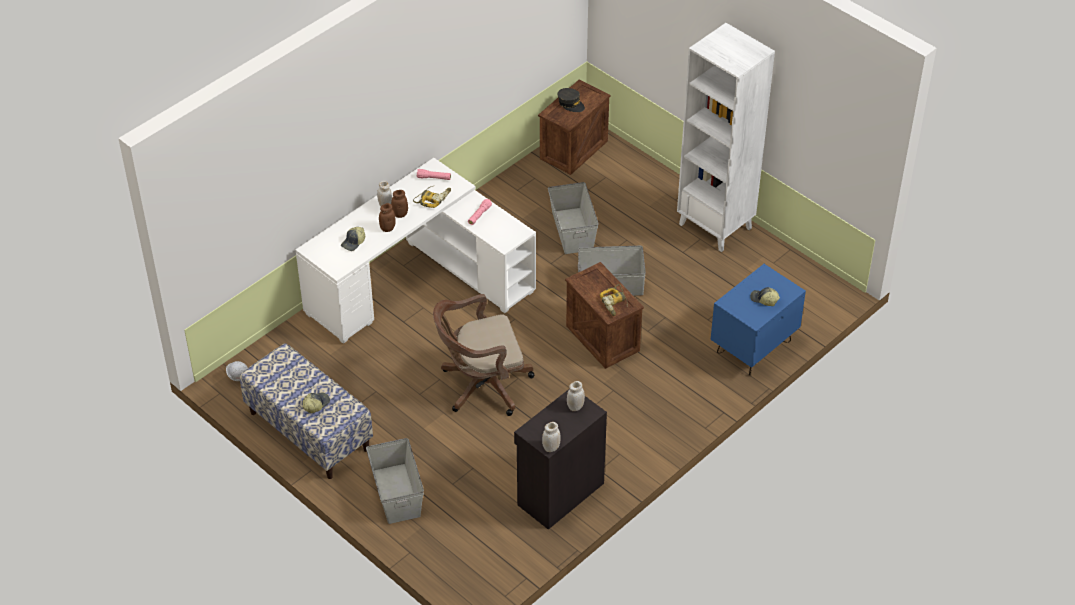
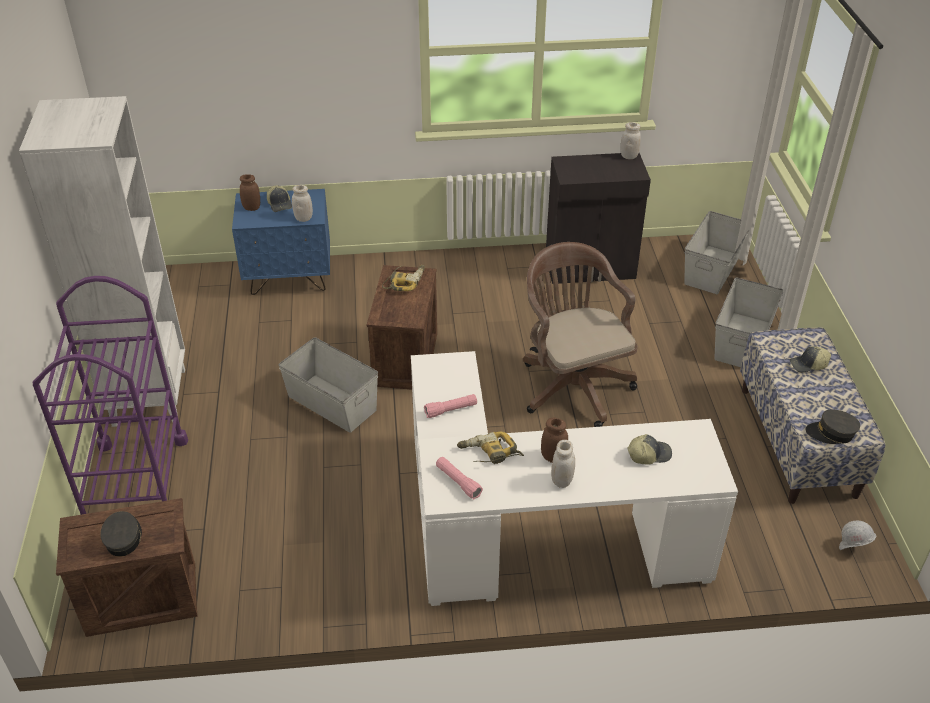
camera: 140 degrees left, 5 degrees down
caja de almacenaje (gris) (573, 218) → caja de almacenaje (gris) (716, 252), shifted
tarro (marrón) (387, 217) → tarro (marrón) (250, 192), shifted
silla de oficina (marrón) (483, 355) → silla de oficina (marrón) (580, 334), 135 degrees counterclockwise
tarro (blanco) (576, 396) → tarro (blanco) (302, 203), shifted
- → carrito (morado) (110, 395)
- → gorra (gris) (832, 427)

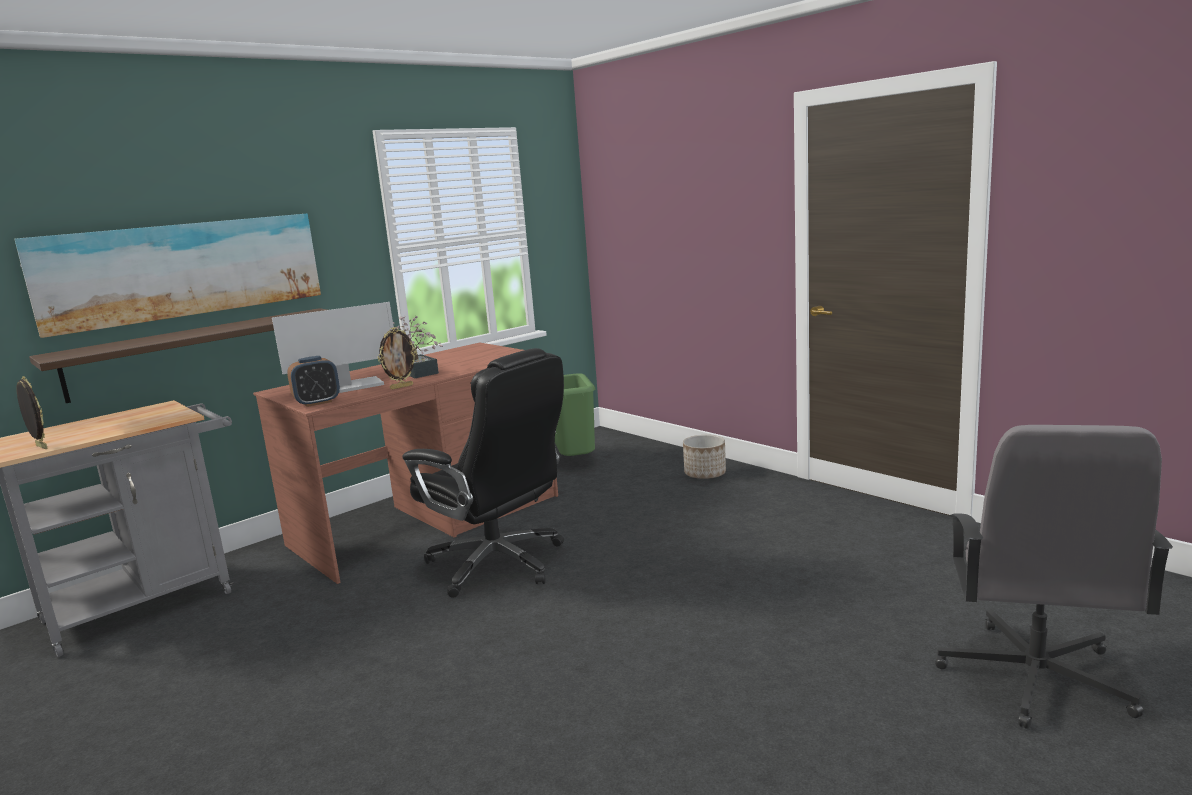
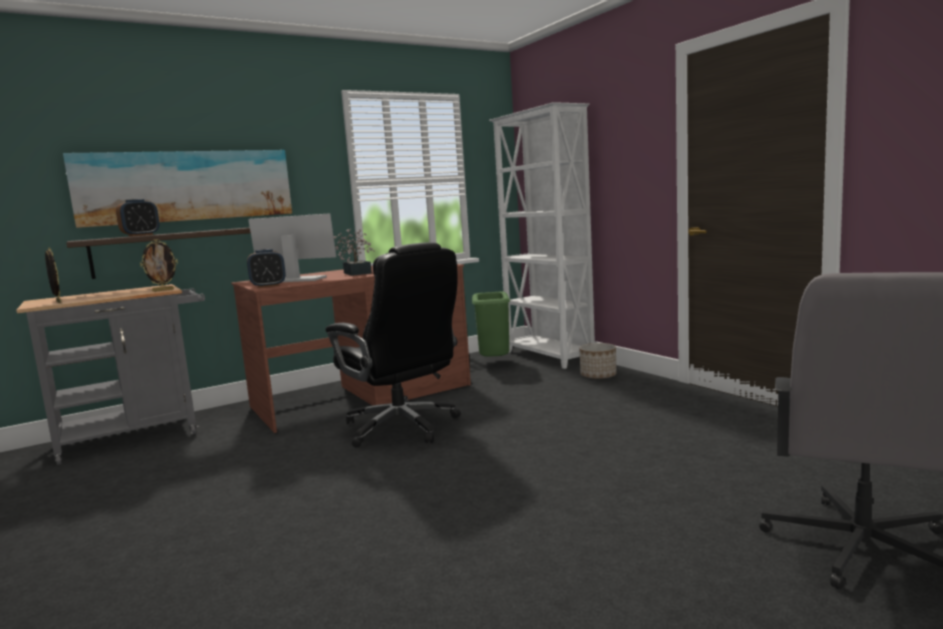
camera: 10 degrees right, 5 degrees down
monitor (333, 347) → monitor (292, 247), 150 degrees counterclockwise
portarretratos (397, 358) → portarretratos (159, 265), shifted
- → estantería (blanco) (542, 235)
- → despertador (138, 218)

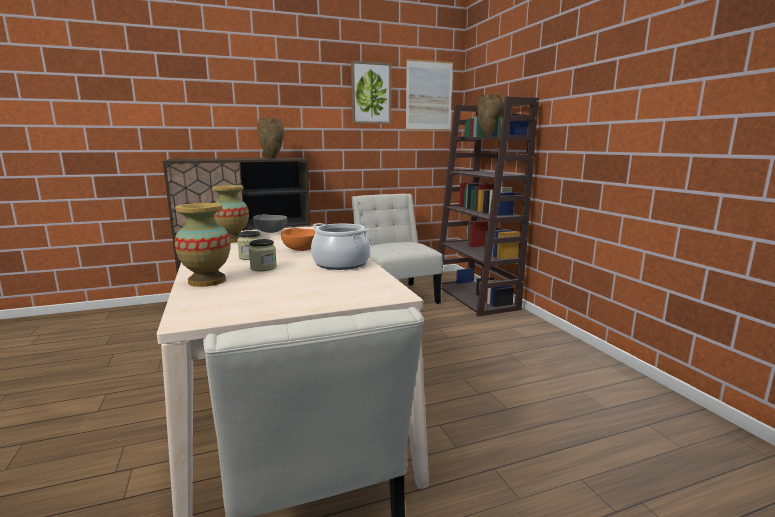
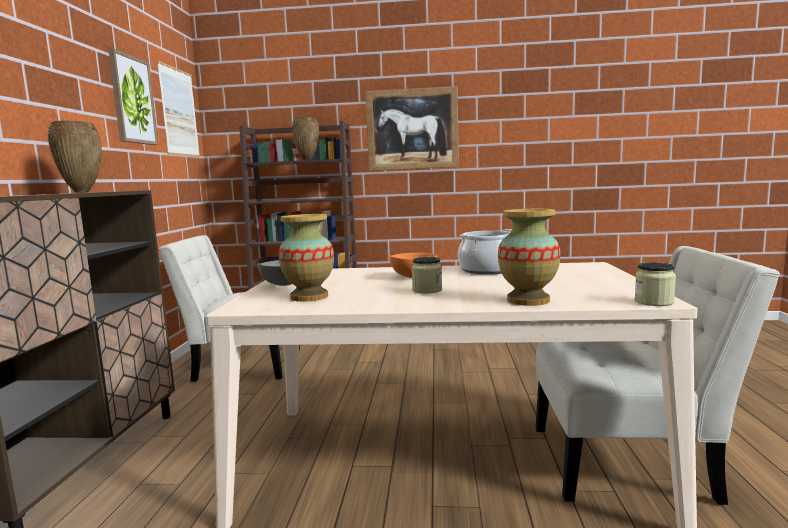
camera: 65 degrees left, 5 degrees down
tarro (263, 255) → tarro (655, 284), shifted
- → cuadro (412, 128)

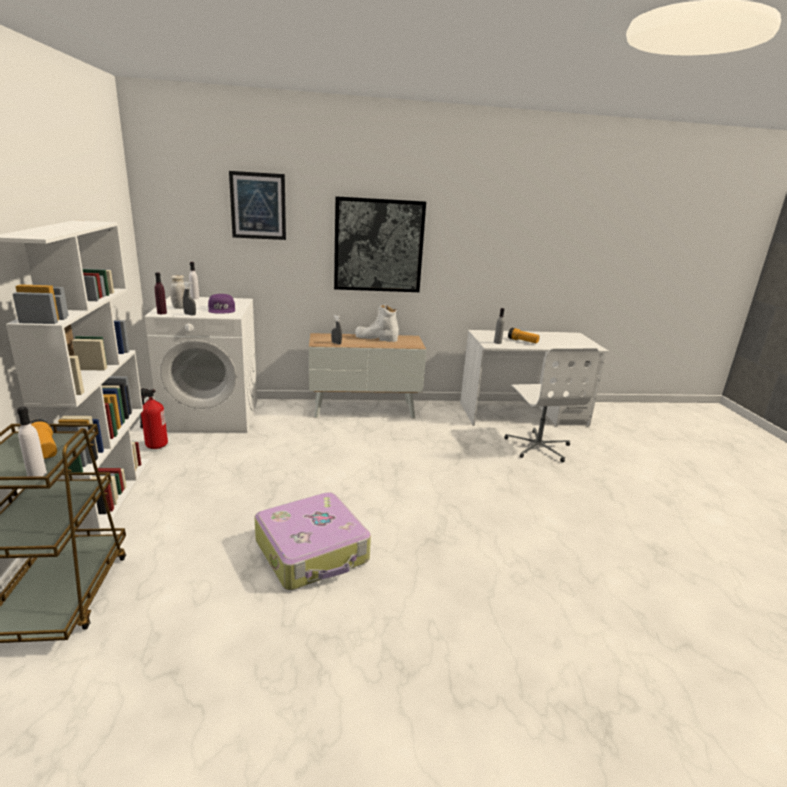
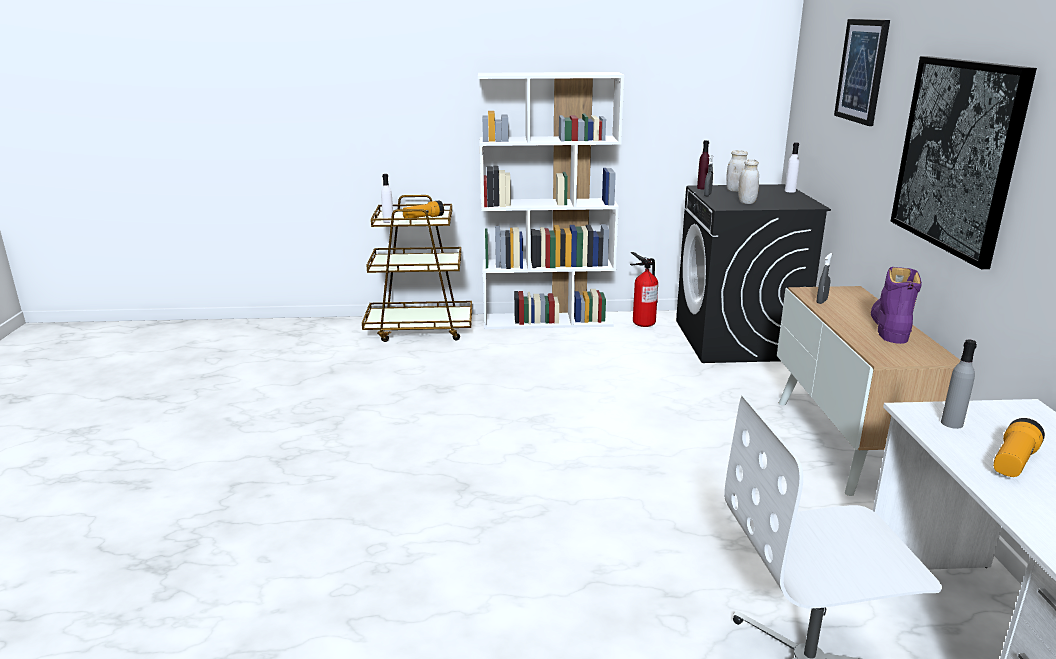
camera: 95 degrees right, 0 degrees up
gorra (morado) (221, 304) → tarro (blanco) (748, 182)
lavadora (blanco) (201, 364) → lavadora (negro) (753, 273)
bota (blanco) (377, 323) → bota (morado) (896, 305)
maleta (312, 541) → -

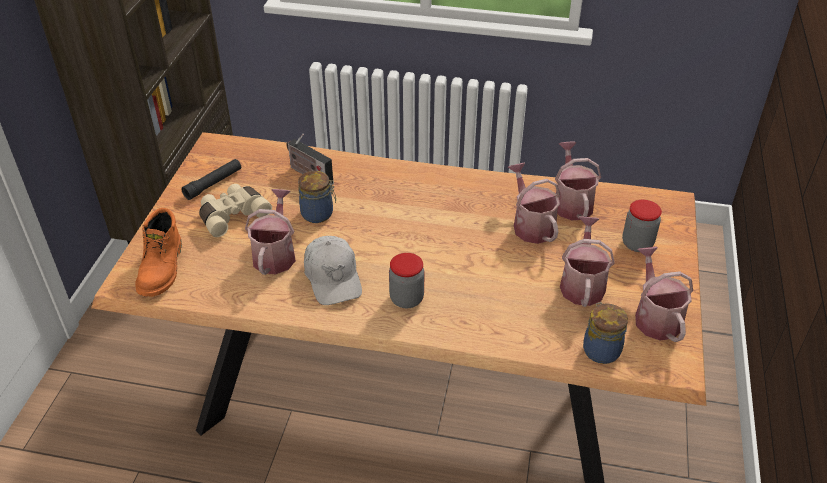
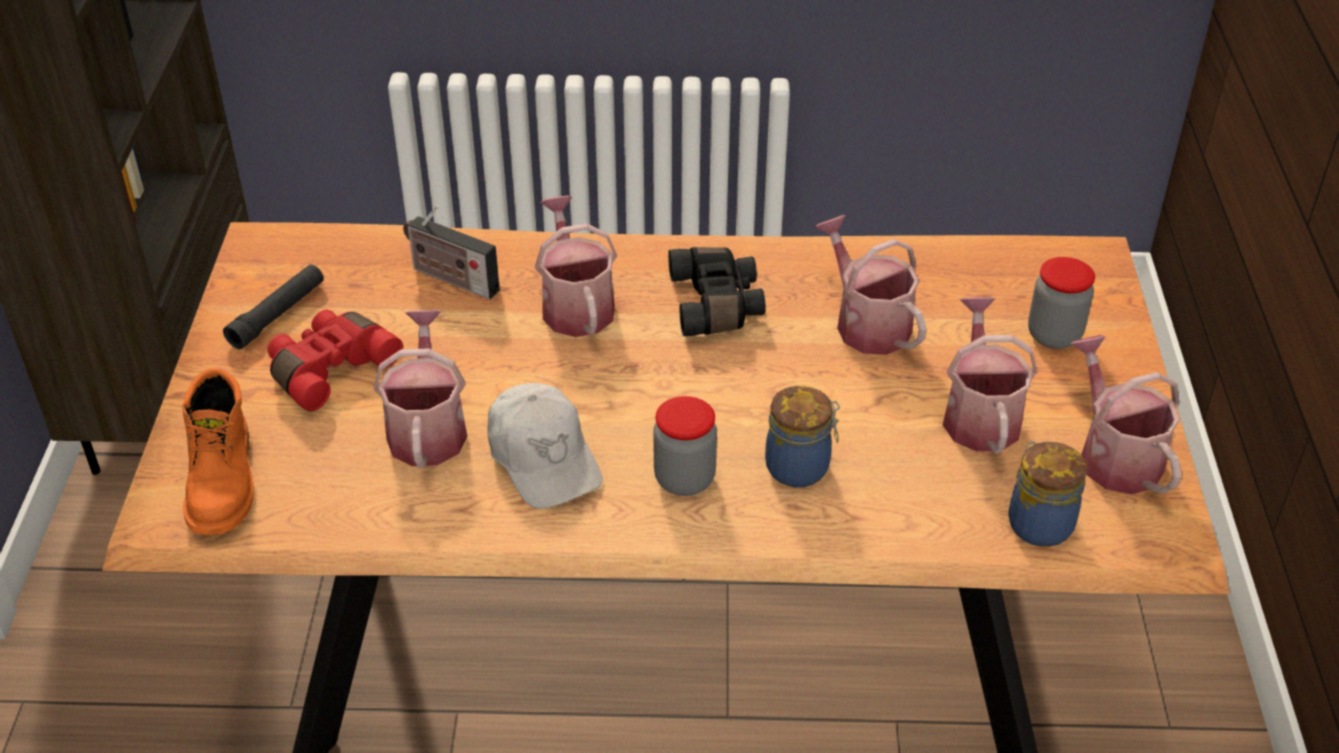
camera: 10 degrees left, 0 degrees up
regadera (578, 180) → regadera (576, 266), shifted
tarro (317, 197) → tarro (802, 437), shifted
prismáticos (beis) (235, 210) → prismáticos (rojo) (335, 361)
- → prismáticos (negro) (717, 291)

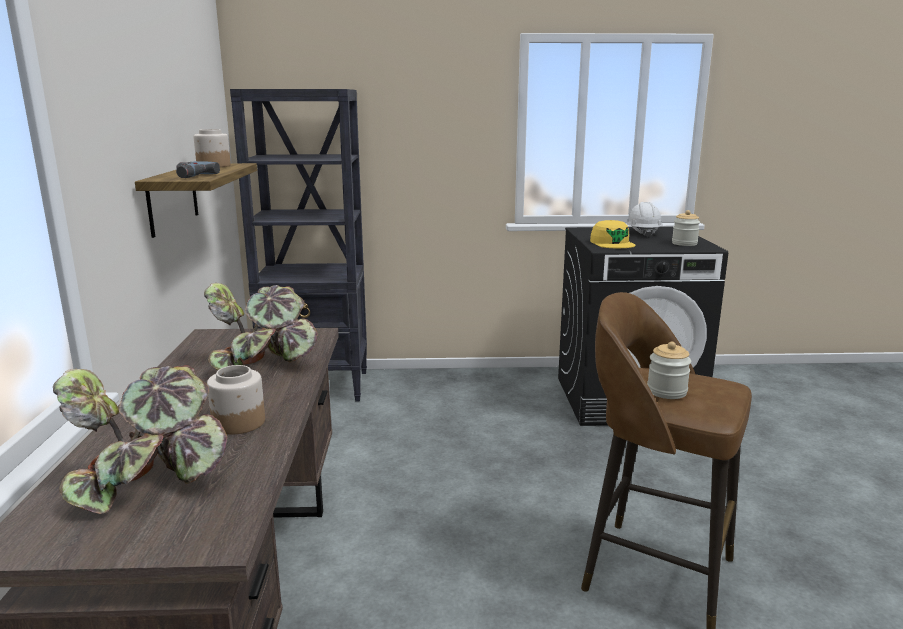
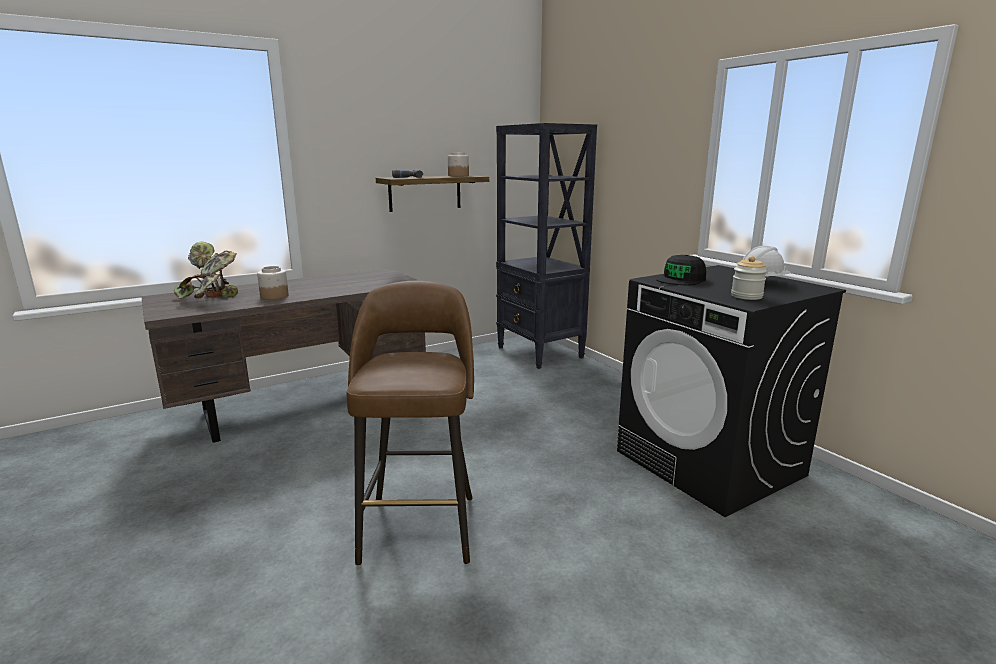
camera: 60 degrees right, 0 degrees up
gorra (amarillo) (612, 234) → gorra (negro) (681, 270)
planta en maceta (261, 326) → -
tarro (669, 370) → -

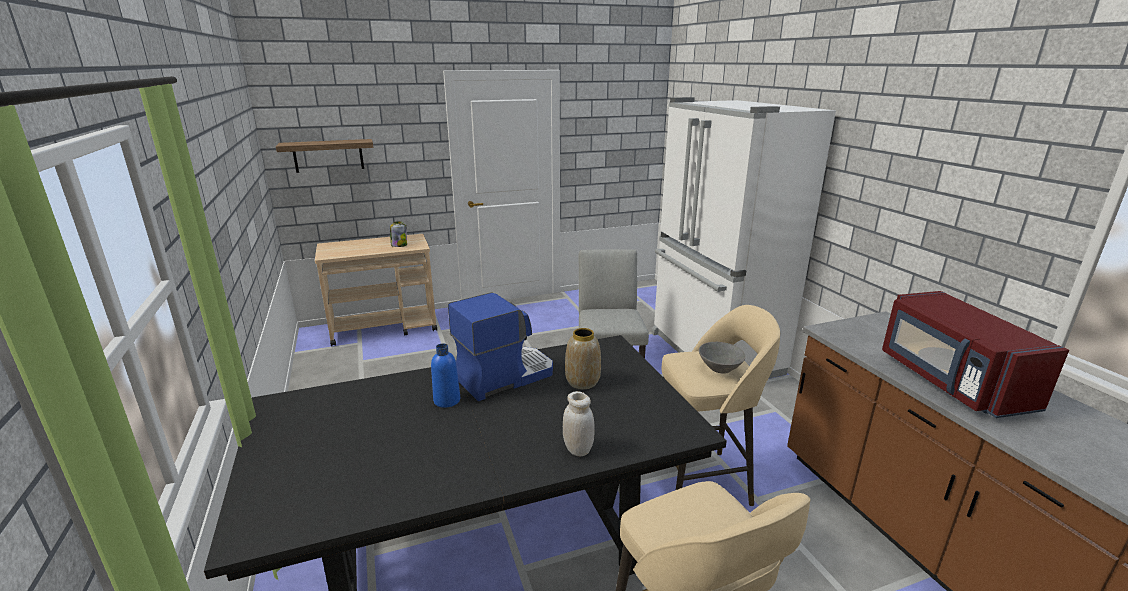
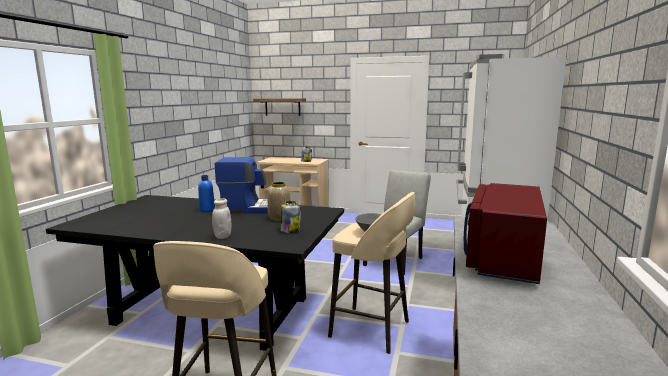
camera: 35 degrees right, 10 degrees down
- → tarro (290, 217)

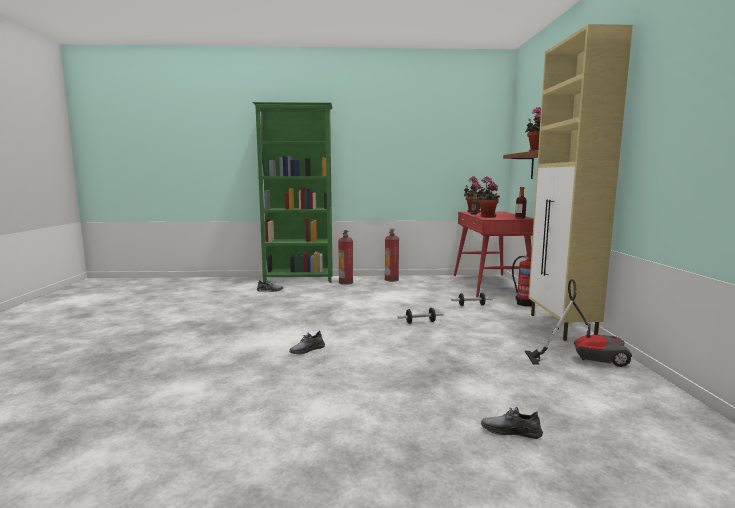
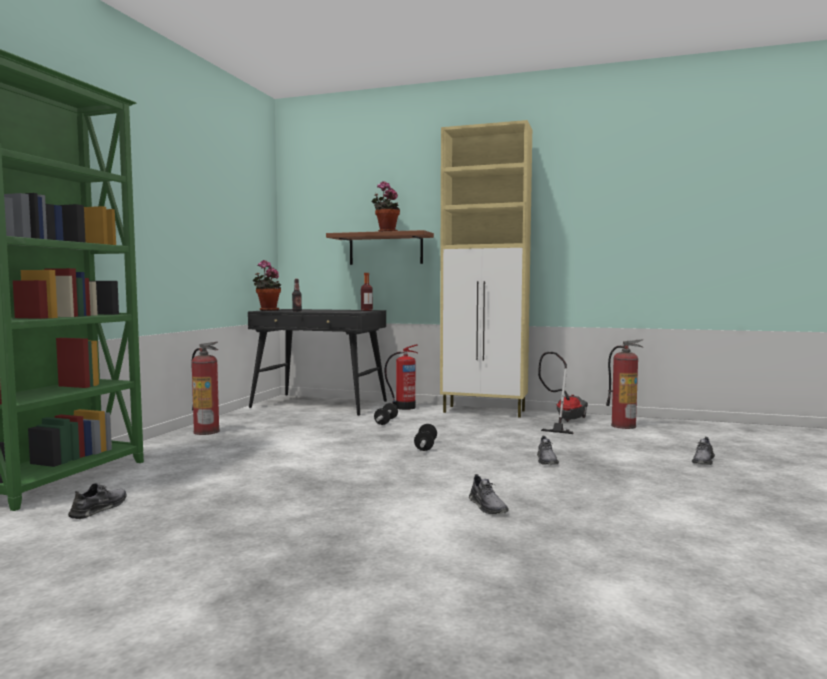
camera: 70 degrees left, 5 degrees down
planta en maceta (488, 197) → -
escritorio (rojo) (494, 255) → escritorio (negro) (317, 362)
extintor (345, 257) → extintor (625, 384), shifted
- → zapato (gris) (548, 450)

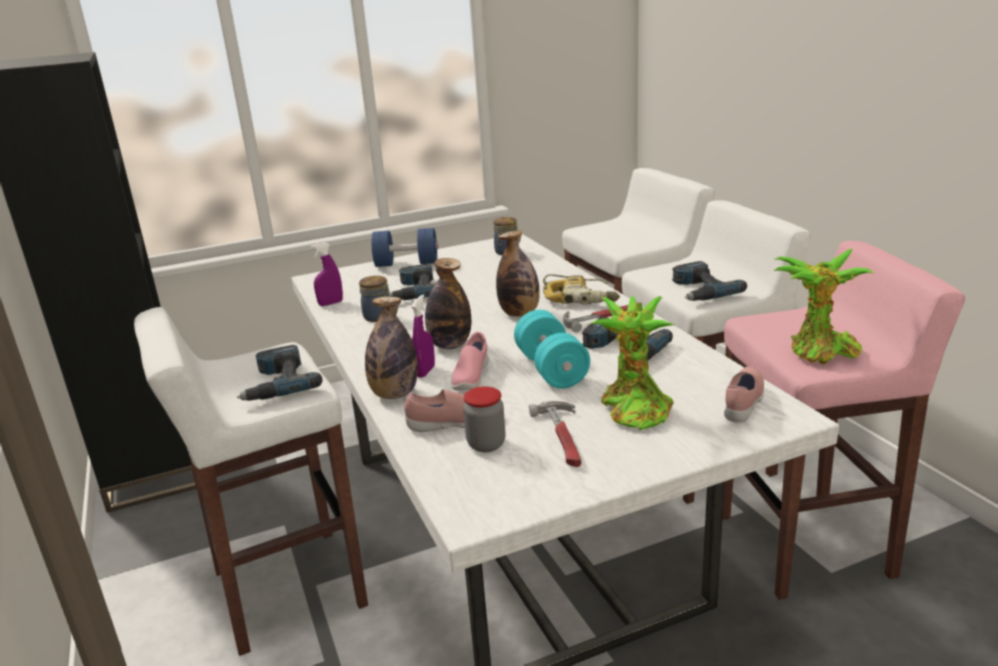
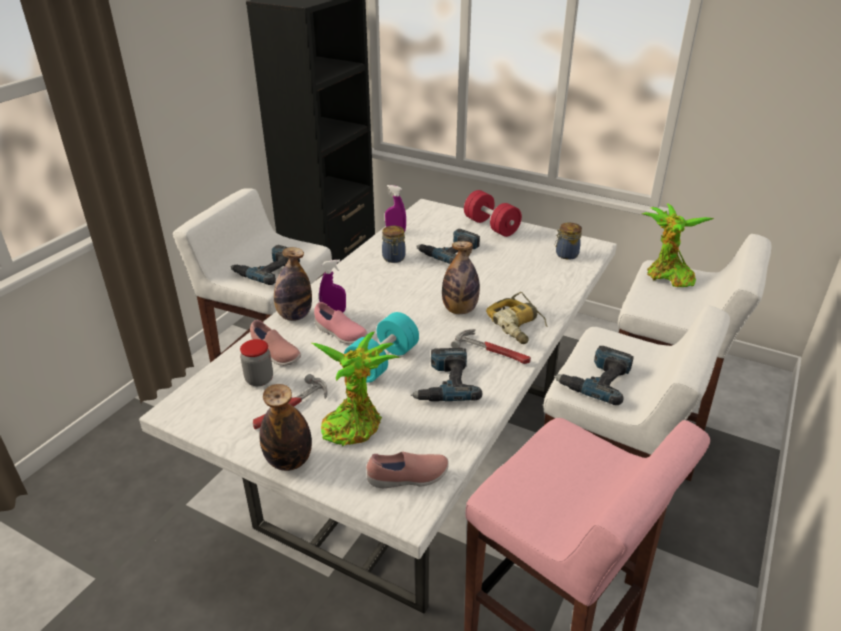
camera: 50 degrees right, 10 degrees up
mancuerna (azul) (405, 247) → mancuerna (rojo) (493, 213)
planta en maceta (823, 306) → planta en maceta (678, 245), shifted
botella (448, 303) → botella (285, 427), shifted
zapato (rosa) (470, 361) → zapato (rosa) (341, 323), 120 degrees counterclockwise

